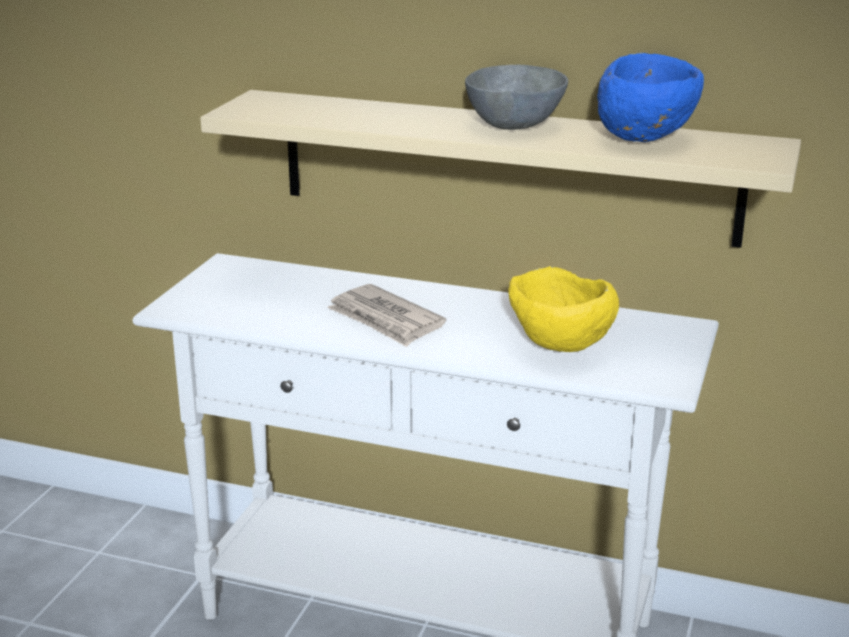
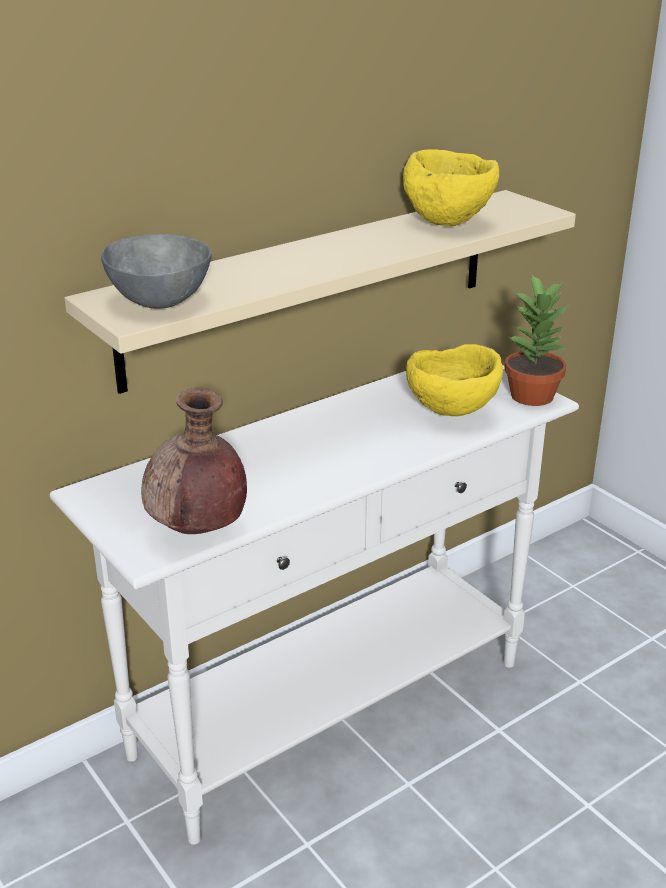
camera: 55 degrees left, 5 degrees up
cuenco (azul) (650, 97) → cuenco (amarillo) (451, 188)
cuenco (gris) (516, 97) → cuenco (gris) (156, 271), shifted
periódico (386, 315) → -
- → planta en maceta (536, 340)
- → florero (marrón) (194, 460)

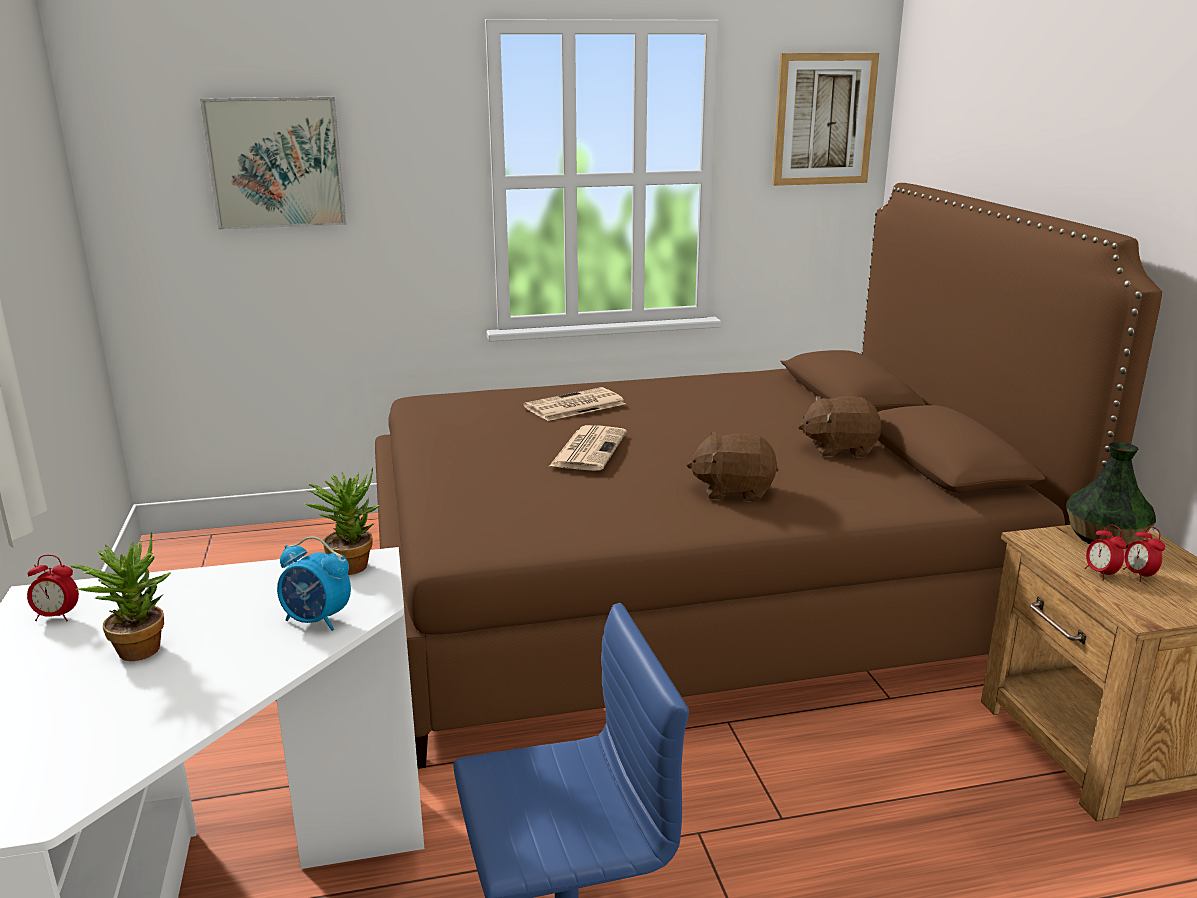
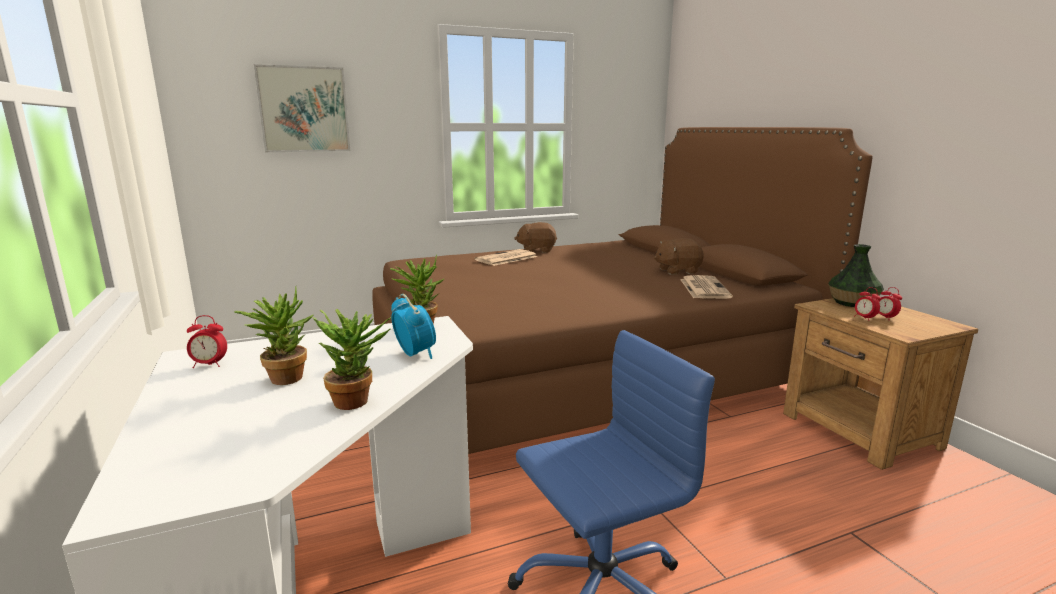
camera: 10 degrees left, 5 degrees down
cuadro (825, 119) → -
periódico (588, 448) → periódico (706, 287), shifted
peluche (marrón) (732, 467) → peluche (marrón) (535, 237), shifted
despertador (314, 583) → despertador (413, 326), 135 degrees counterclockwise
- → planta en maceta (351, 359)

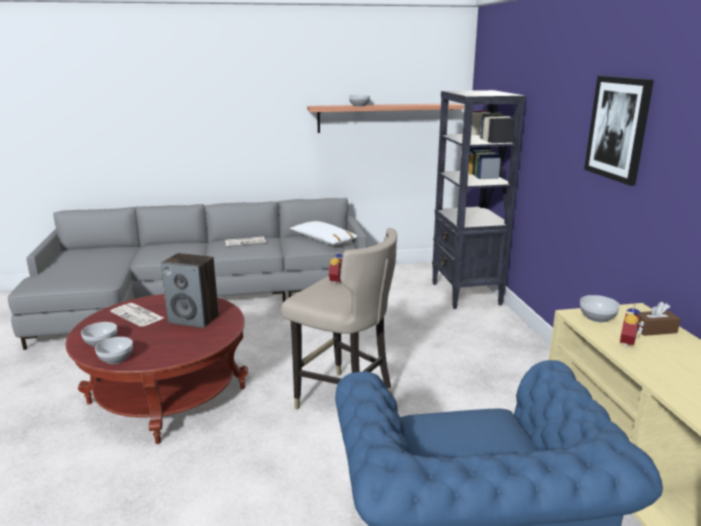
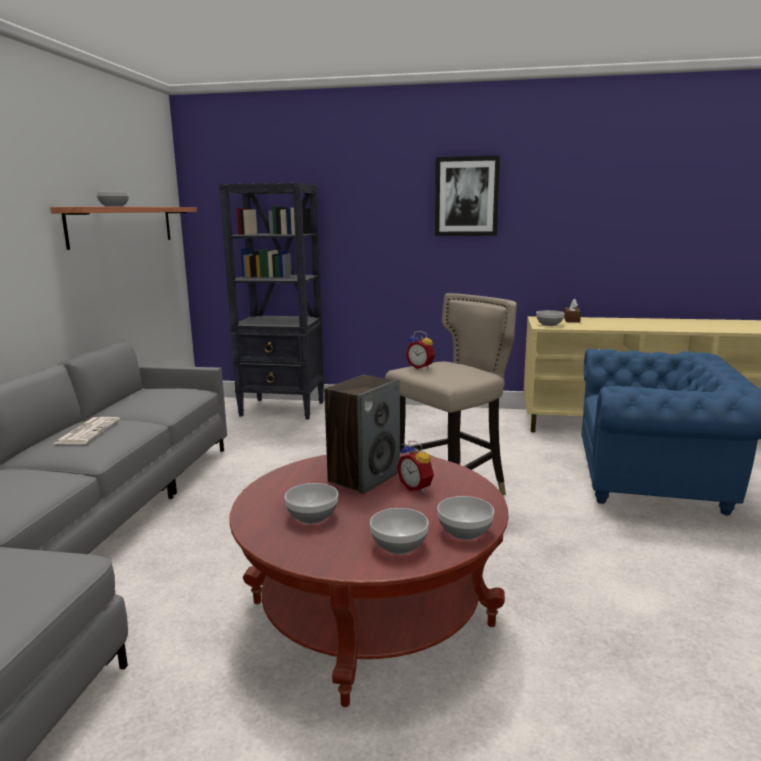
camera: 70 degrees left, 5 degrees down
cojín (blanco) (323, 233) → -
periódico (137, 315) → cuenco (311, 503)
despertador (632, 326) → despertador (415, 467), shifted

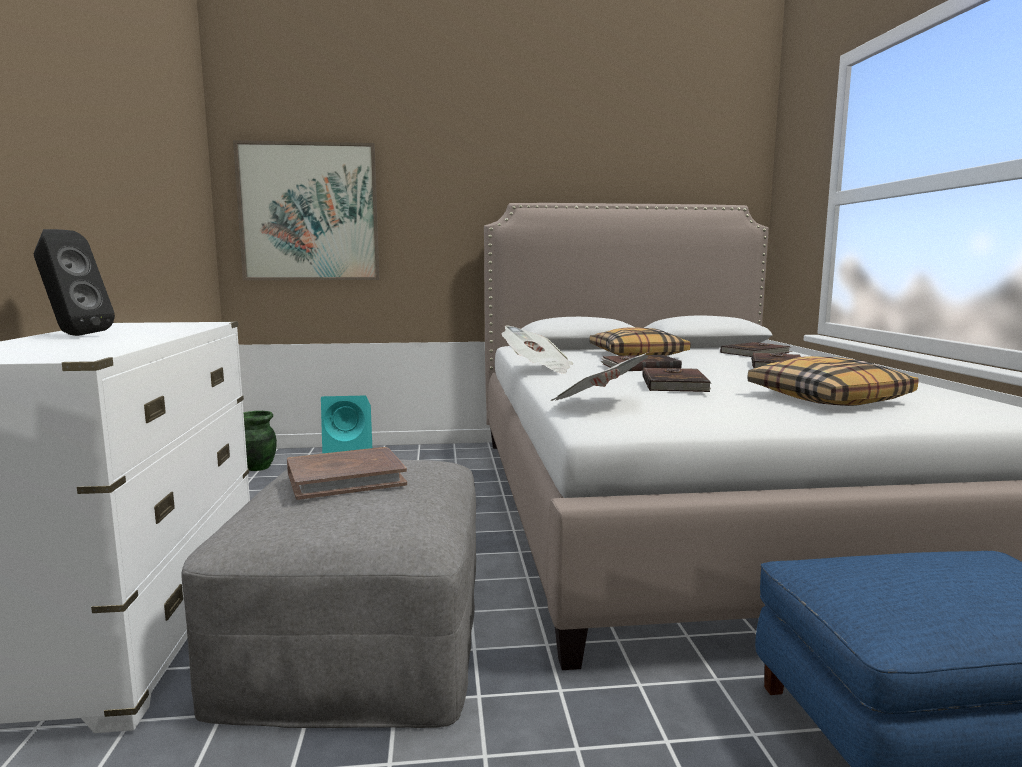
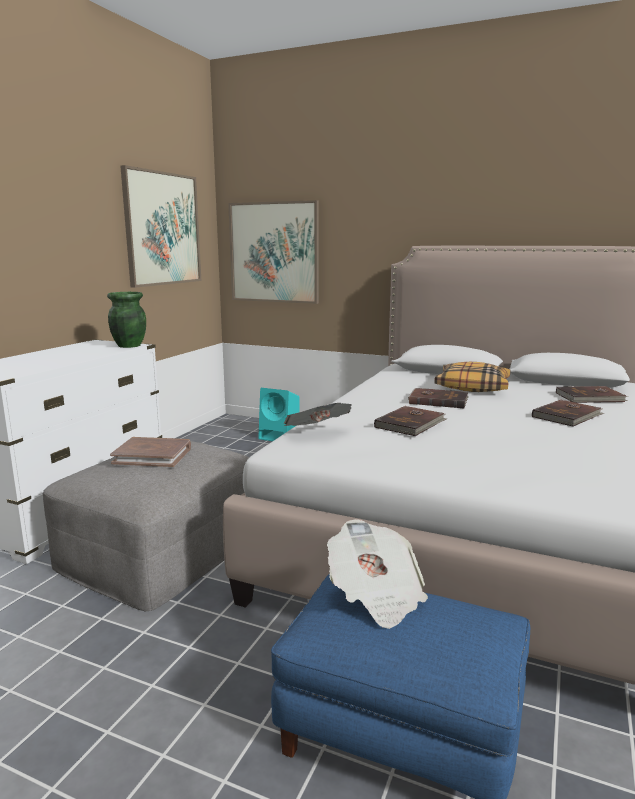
camera: 30 degrees right, 5 degrees up
altavoz (negro) (74, 282) → -
periódico (537, 350) → periódico (377, 574), shifted
cojín (833, 381) → -
florero (verde) (260, 441) → florero (verde) (126, 320), shifted
- → cuadro (160, 226)

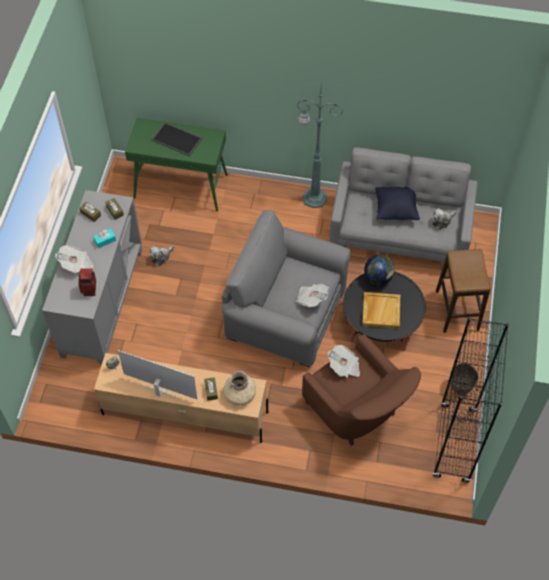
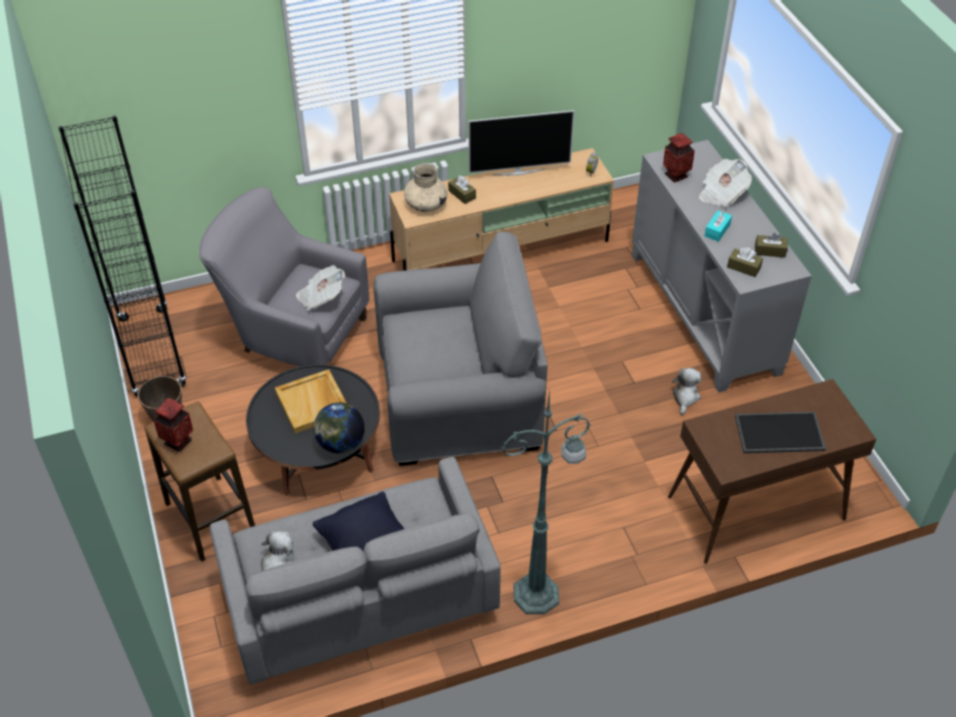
camera: 150 degrees right, 10 degrees down
mesa consola (verde) (176, 164) → mesa consola (marrón) (772, 471)
periódico (312, 295) → -
sillón (marrón) (361, 390) → sillón (gris) (284, 277)
- → florero (173, 425)

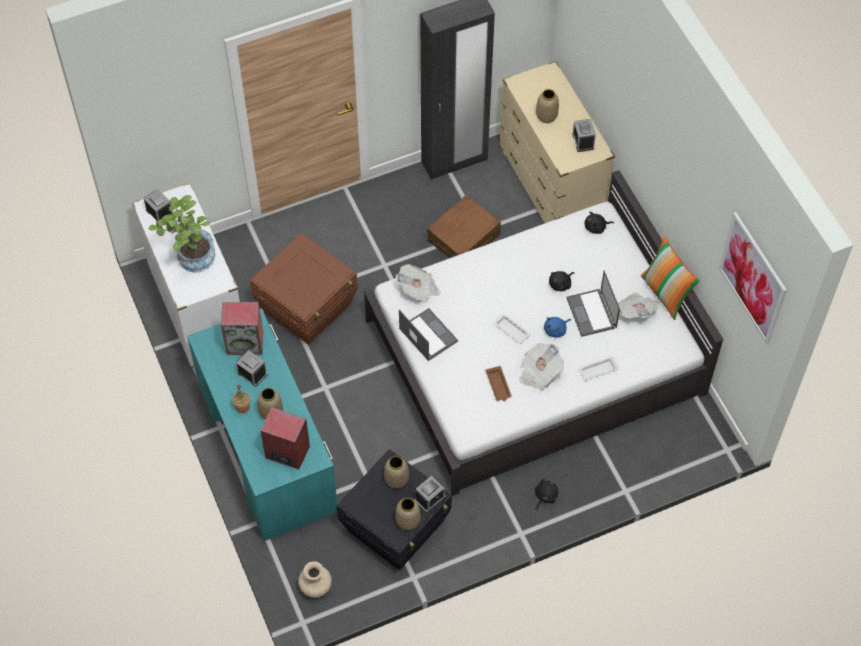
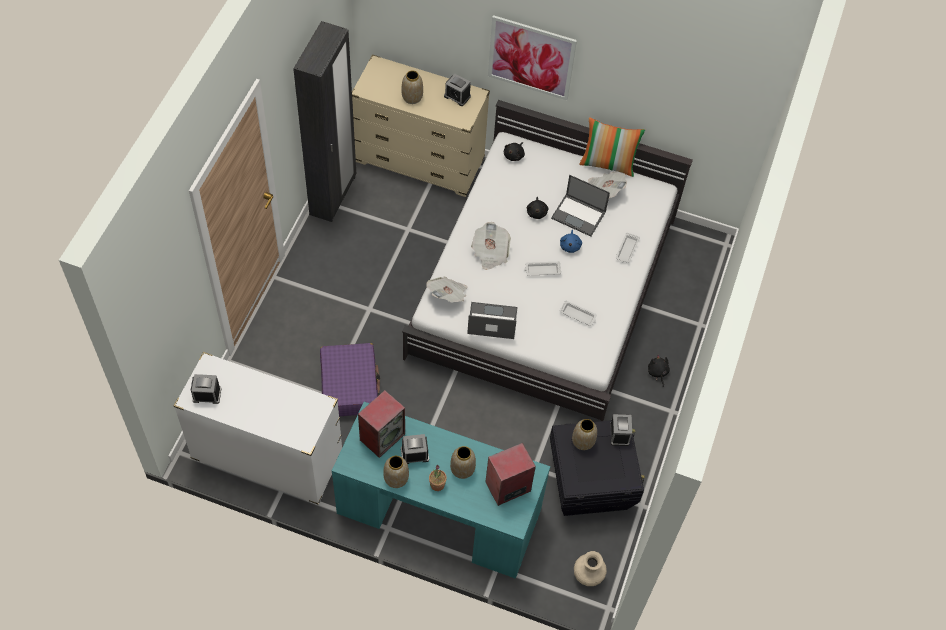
camera: 50 degrees left, 0 degrees up
planta en maceta (182, 234) → -
maleta (marrón) (464, 226) → -
cuadro (753, 278) → cuadro (532, 57), shifted
caja de almacenaje (marrón) (304, 289) → maleta (morado) (350, 379)
periódico (541, 366) → periódico (491, 246), shifted
bandeja (marrón) (499, 383) → bandeja (blanco) (578, 313)
florero (408, 514) → florero (396, 472), shifted

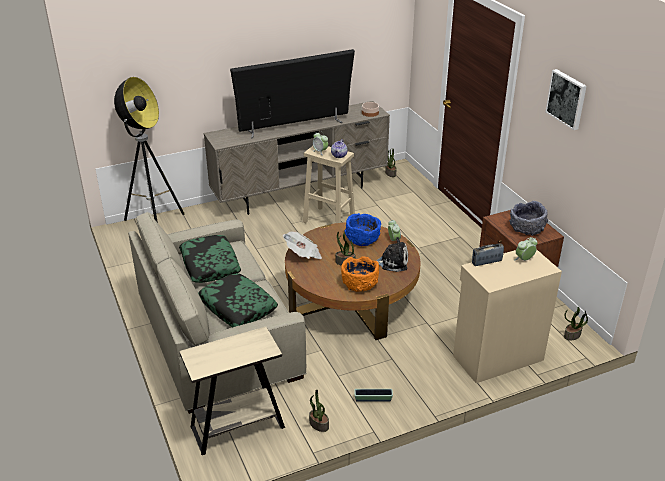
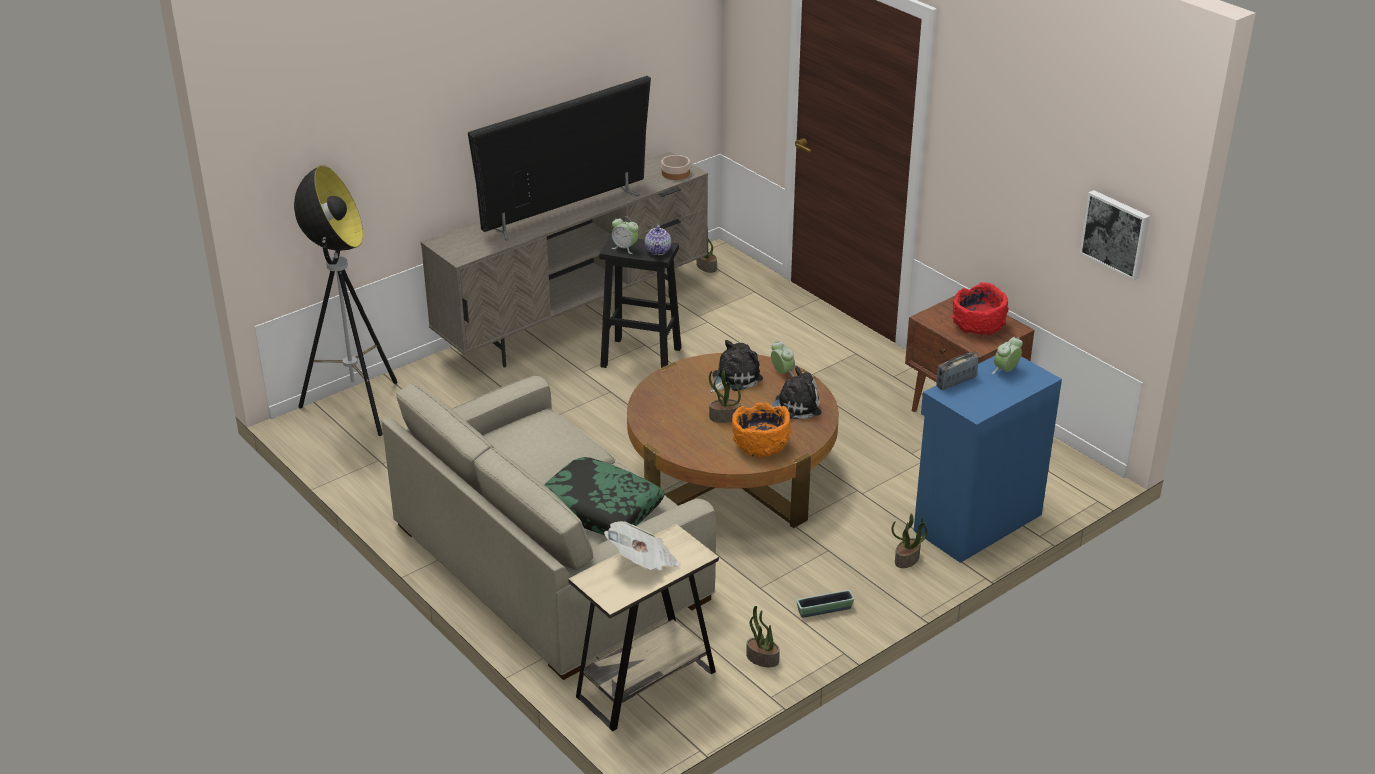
camera: 15 degrees left, 0 degrees up
cuadro (565, 99) → cuadro (1114, 235), shifted
taburete (beis) (329, 184) → taburete (negro) (640, 301)
cuenco (gris) (528, 218) → cuenco (rojo) (980, 308)
cuenco (azul) (362, 229) → peluche (736, 366)
periódico (302, 245) → periódico (642, 546), shifted
cojín (210, 259) → -
armario (beis) (507, 316) → armario (azul) (988, 459)
planta en maceta (576, 324) → planta en maceta (909, 541), shifted

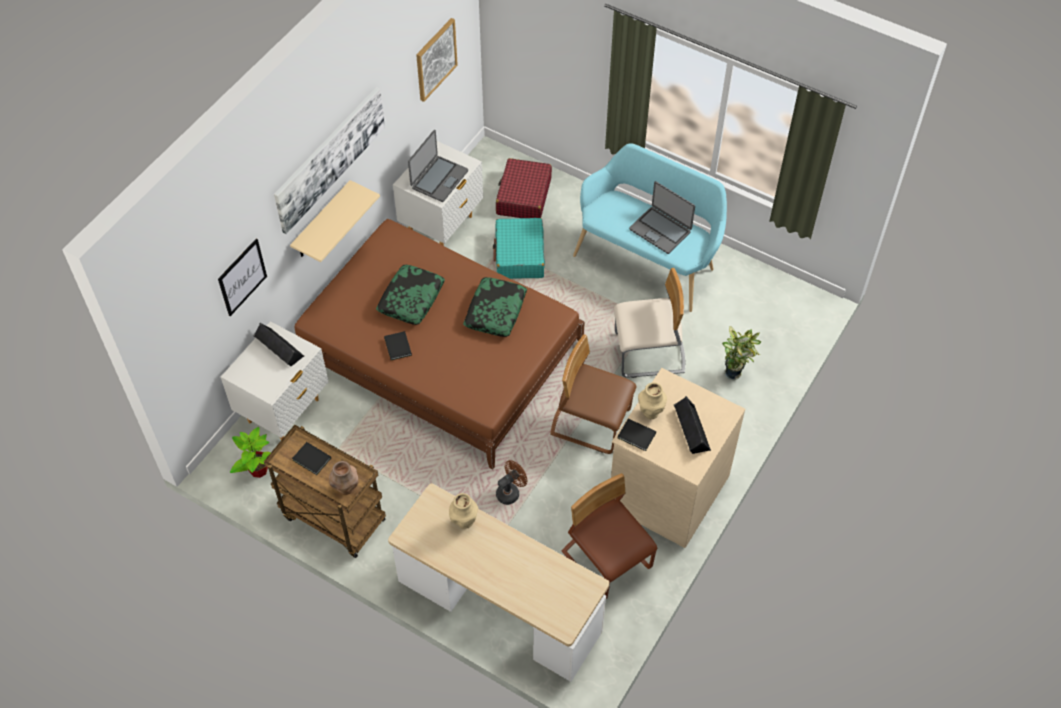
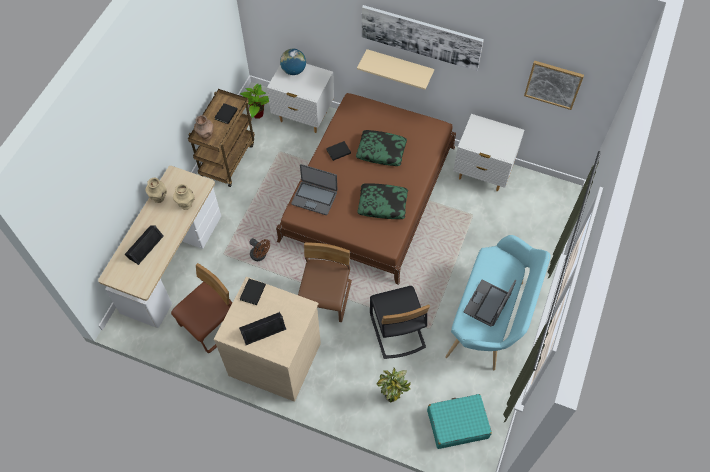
camera: 80 degrees right, 5 degrees up
portátil (438, 166) → portátil (314, 189), shifted
maleta (rojo) (524, 188) → -
maleta (turquesa) (519, 248) → maleta (turquesa) (459, 421), shifted
cuadro (242, 277) → -
silla (beis) (649, 323) → silla (negro) (400, 322)
altavoz (negro) (278, 344) → altavoz (negro) (144, 245), shifted
florero (beis) (652, 400) → florero (beis) (156, 190), shifted
- → globo terráqueo (293, 62)

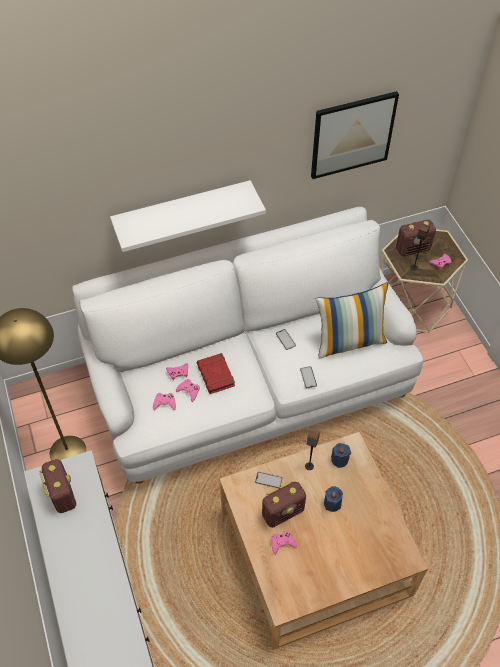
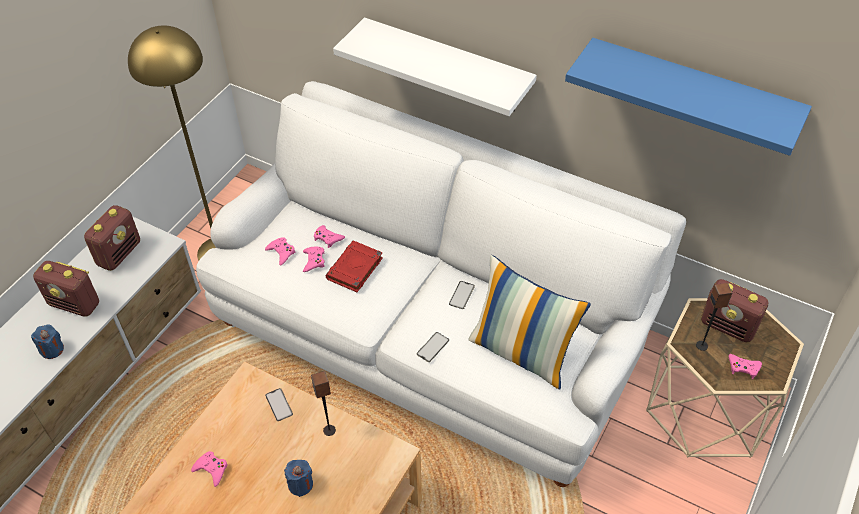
camera: 50 degrees right, 5 degrees down
cuadro (355, 135) → estante (azul) (688, 97)
vela (azul) (341, 455) → vela (azul) (47, 341), shifted
radio (284, 504) → radio (66, 289), shifted

